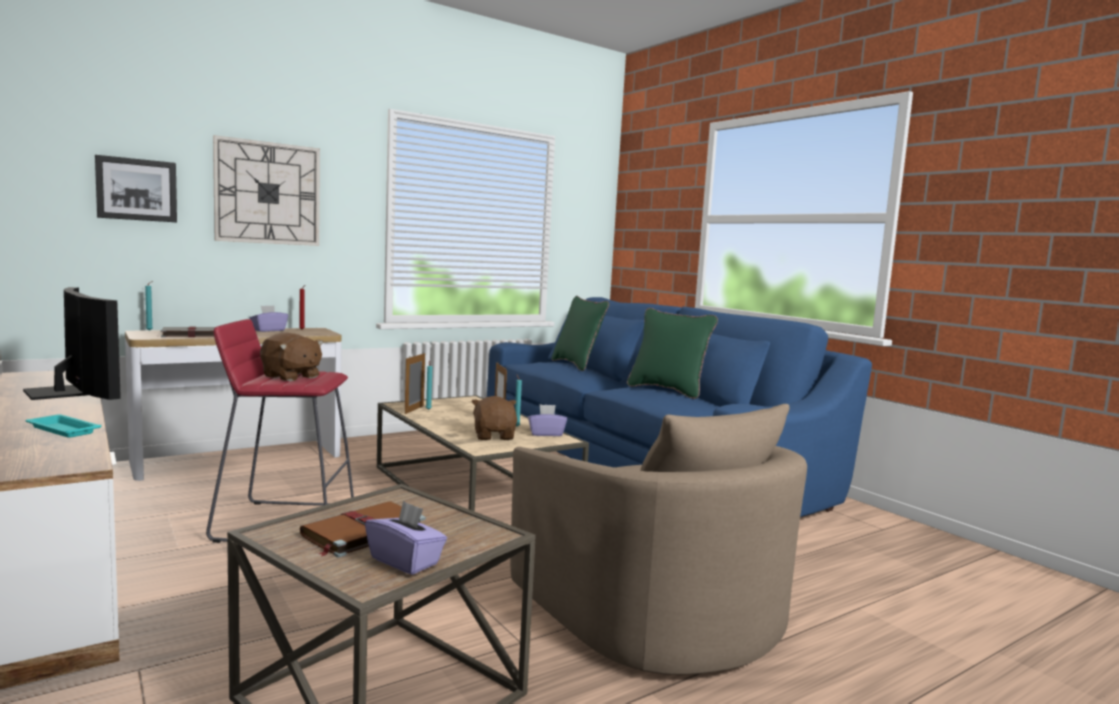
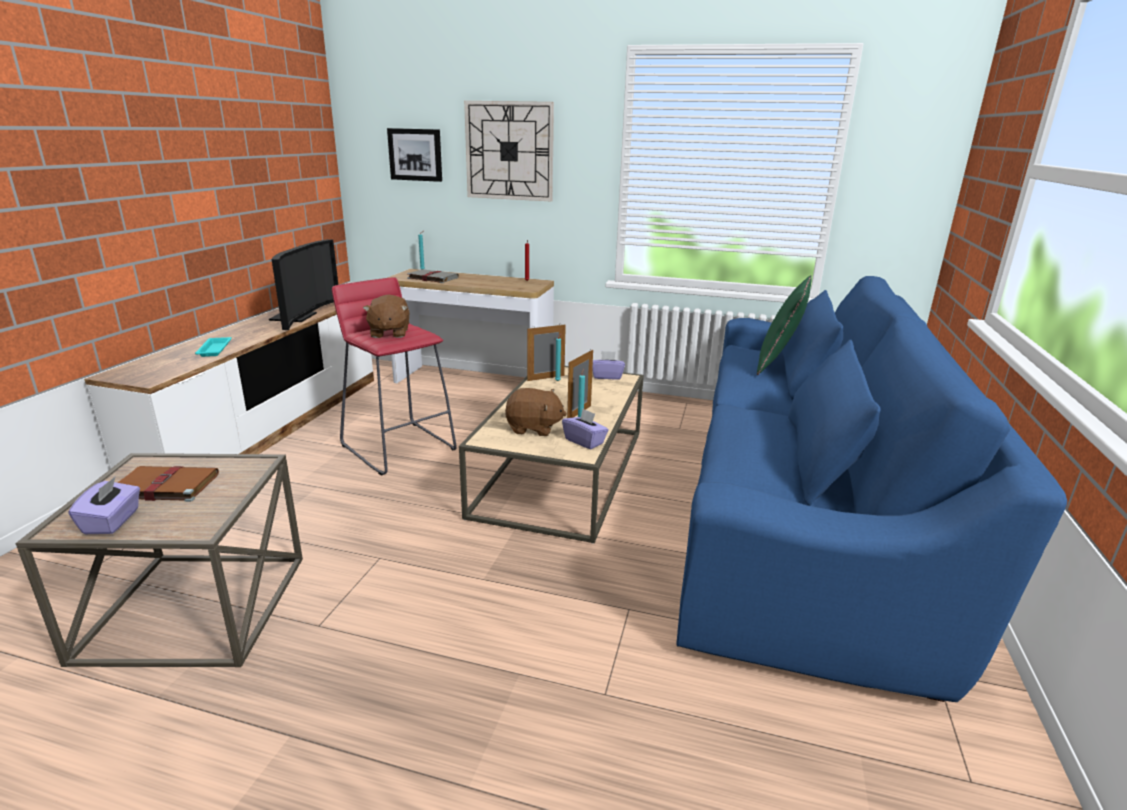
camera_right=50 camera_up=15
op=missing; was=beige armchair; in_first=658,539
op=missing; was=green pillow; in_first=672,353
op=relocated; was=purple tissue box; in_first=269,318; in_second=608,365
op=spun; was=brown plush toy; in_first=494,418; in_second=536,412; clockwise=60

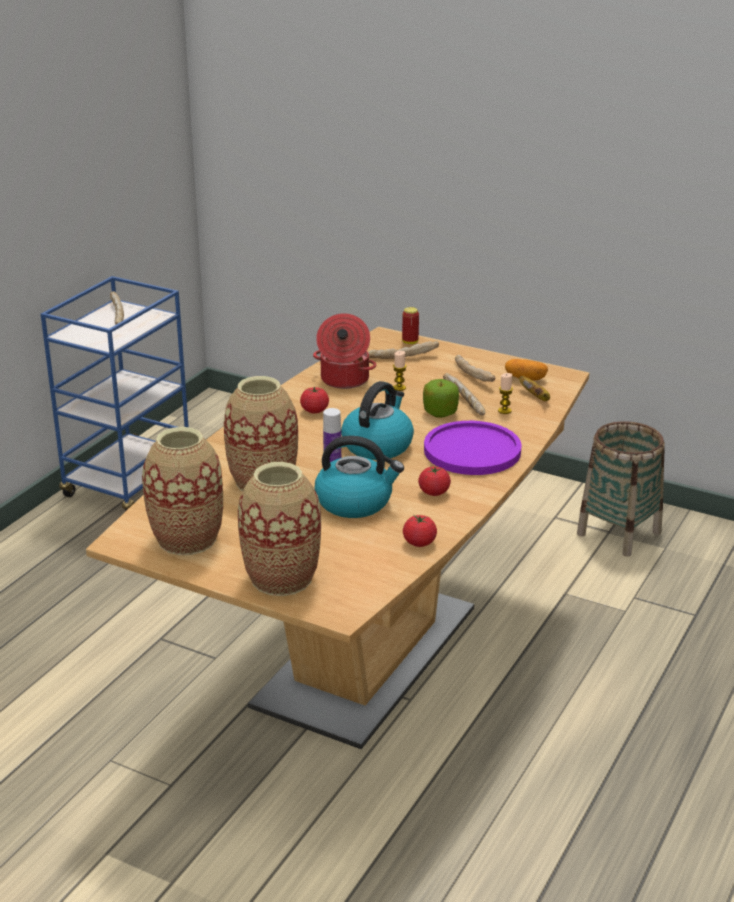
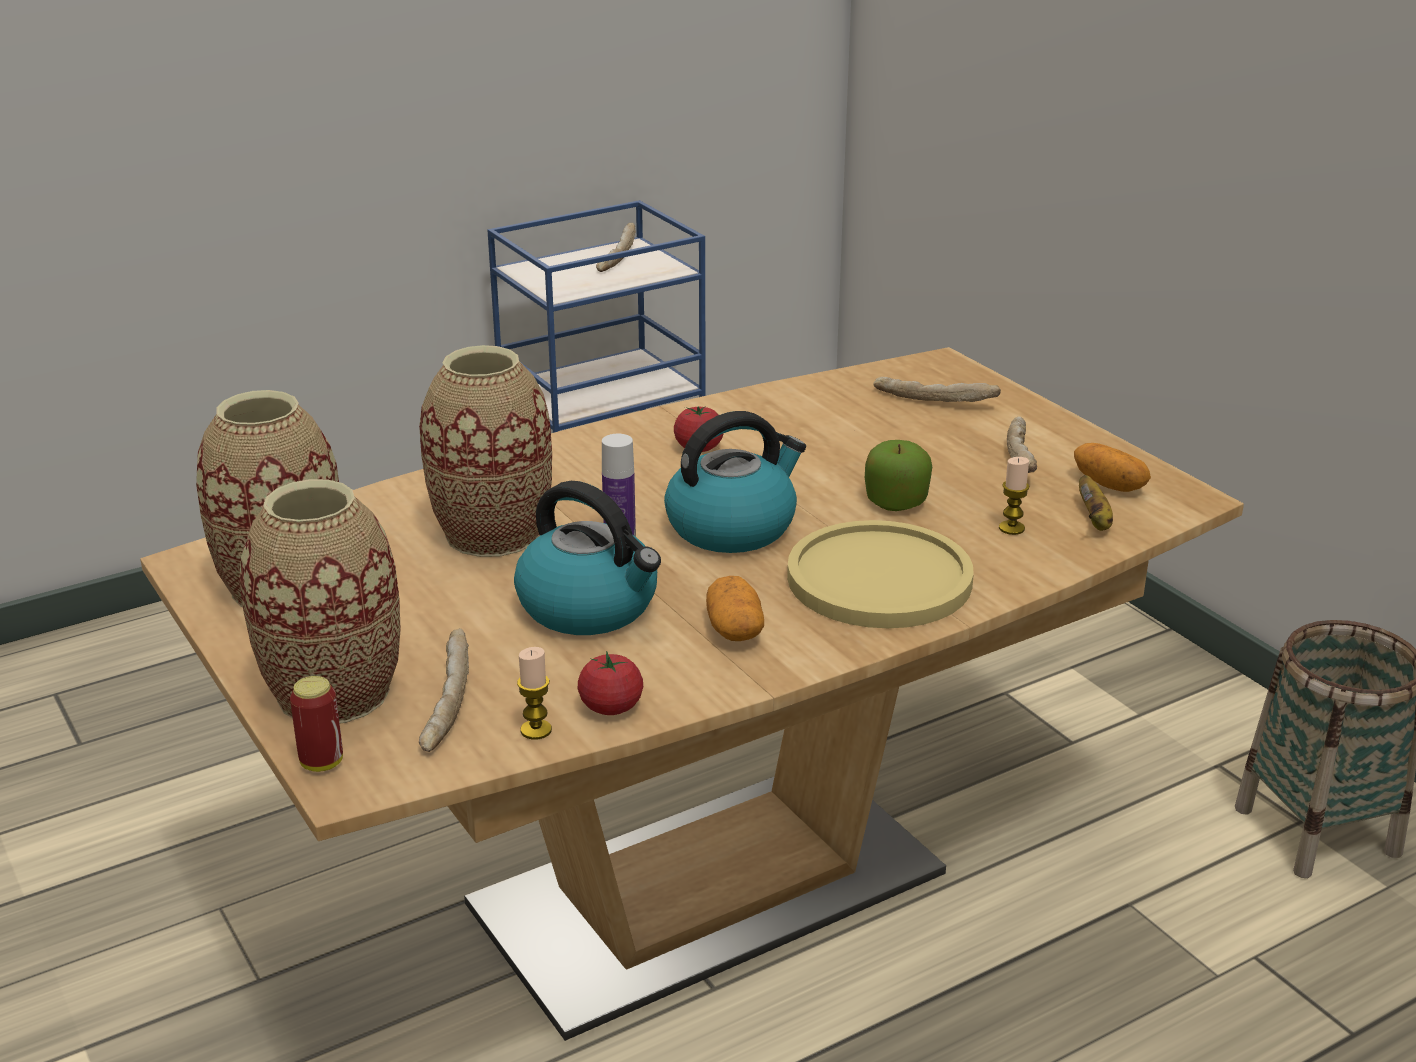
camera_right=30 camera_up=0
op=missing; was=cooking pot; in_first=344,351
op=relocated; was=candle; in_first=399,371; in_second=534,693
op=relocated; was=can; in_first=410,325; in_second=316,724
op=relocated; was=bread; in_first=464,394; in_second=444,690
op=exchanged; was=tomato; now=potato; in_first=434,480; in_second=735,608
op=colour; was=purple plate; now=yellow plate; in_first=473,448; in_second=880,574

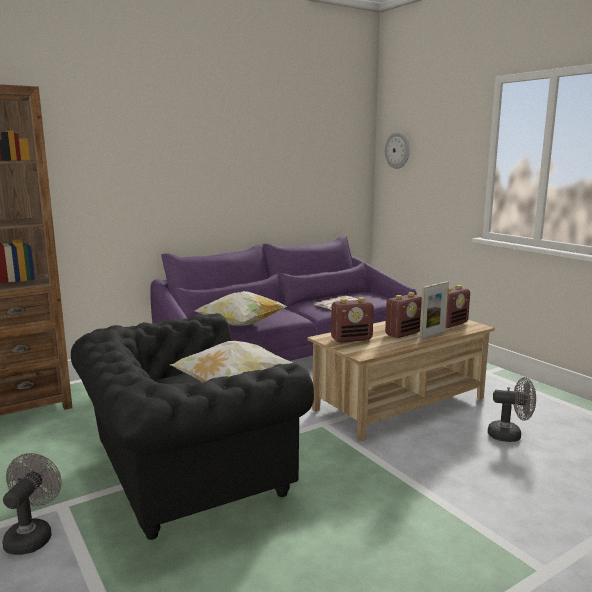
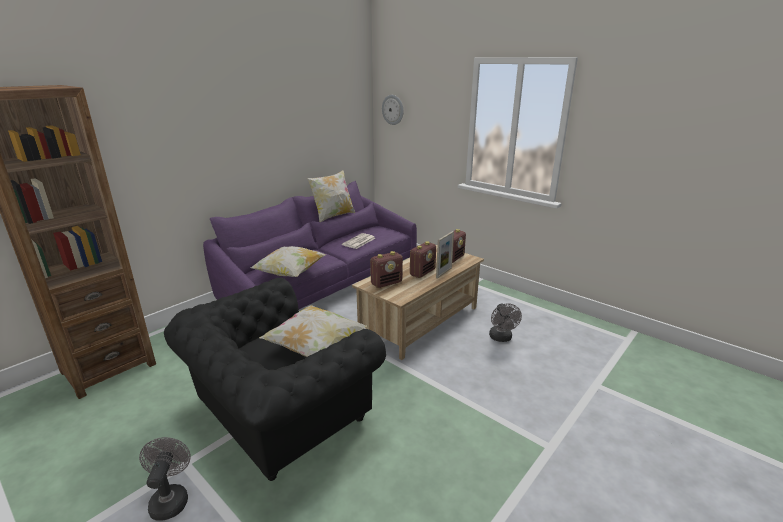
camera_right=-15 camera_up=10
op=appeared; now=pillow; in_second=331,196
op=spun; was=grey fan; in_first=512,409; in_second=505,322; clockwise=90

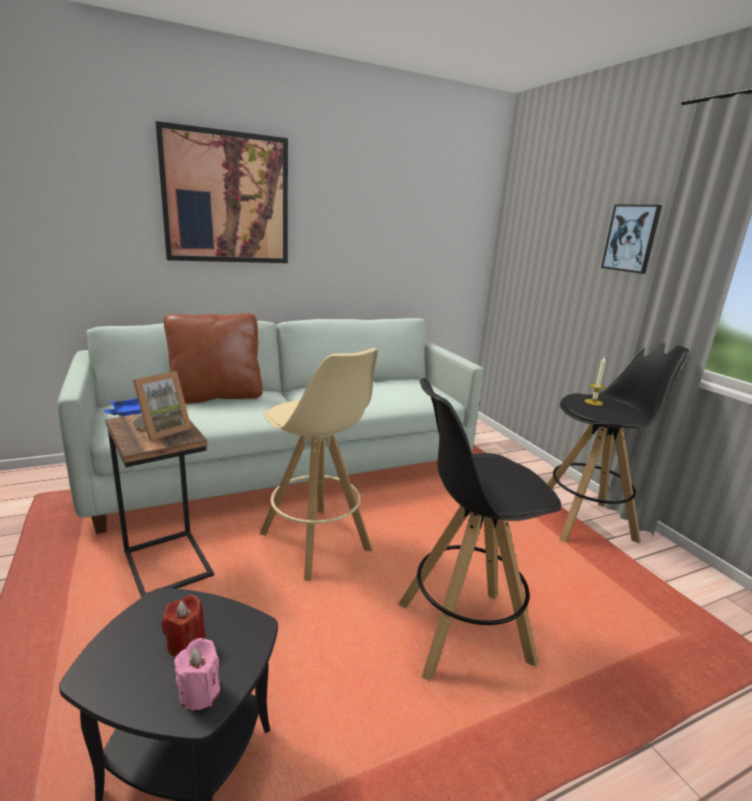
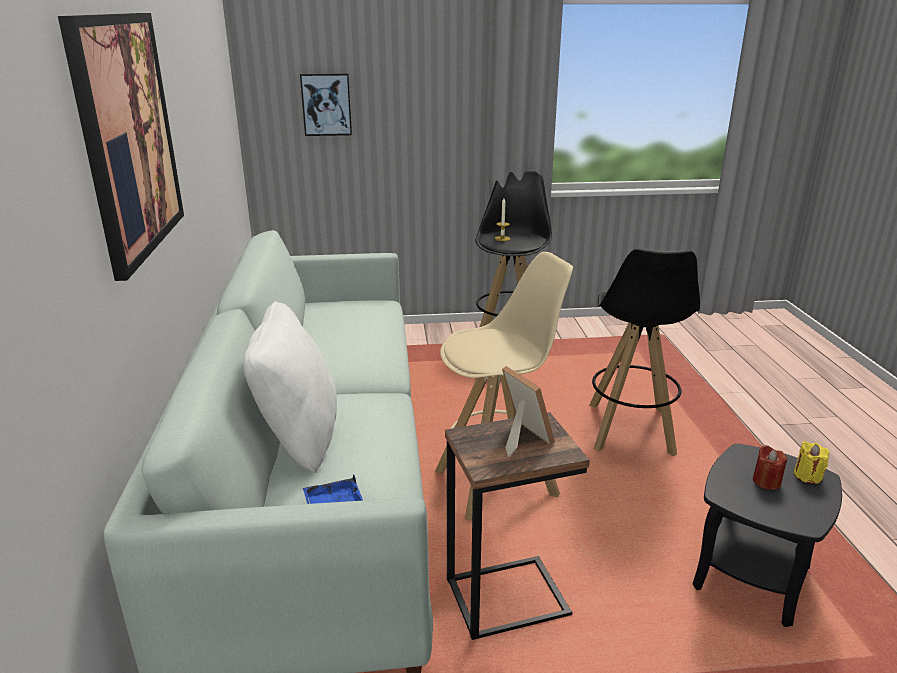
camera_right=-70 camera_up=5
op=relocated; was=picture; in_first=631,239; in_second=326,104
op=colour; was=brown pillow; now=white pillow; in_first=213,358; in_second=290,387
op=colour; was=pink candle; now=yellow candle; in_first=197,674; in_second=811,462

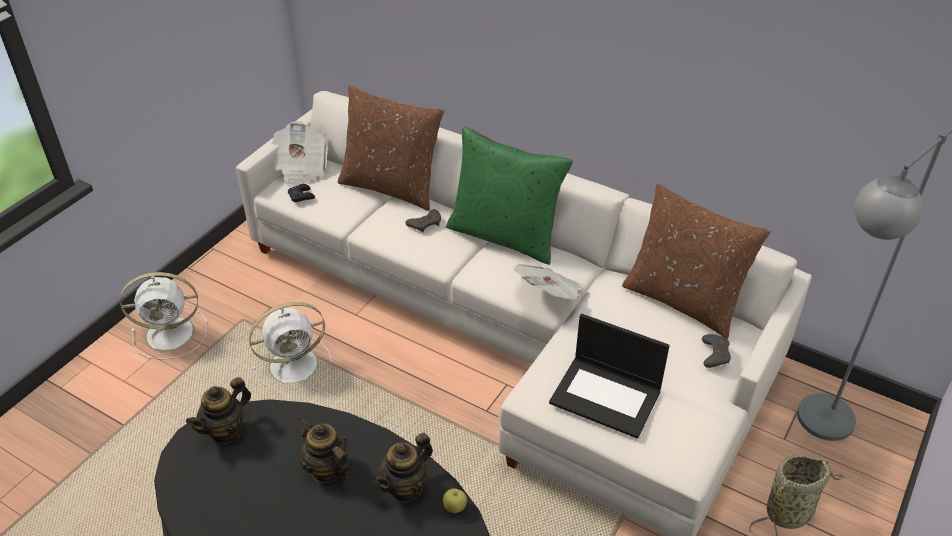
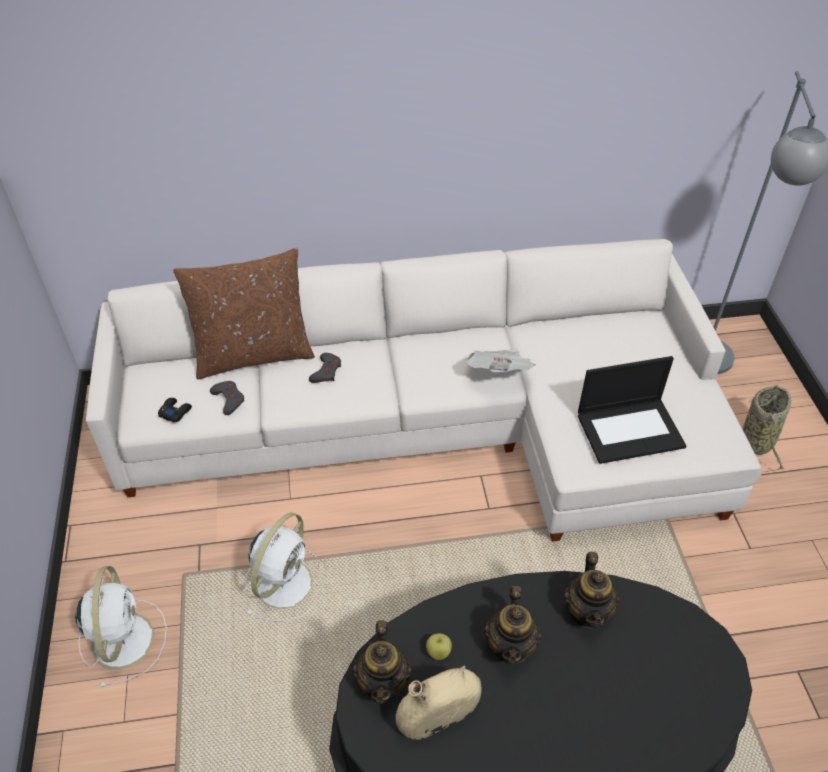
camera_right=-40 camera_up=5
op=missing; was=newspaper; in_first=299,154
op=missing; was=green pillow; in_first=509,196
op=missing; was=brown pillow; in_first=696,261
op=appeared; now=beige vase; in_second=439,702
op=relocated; was=apple; in_first=455,500; in_second=439,646
op=relocated; was=grey game controller; in_first=716,351; in_second=227,398
op=spun; was=white fan; in_first=163,316; in_second=121,626; clockwise=-45
op=spun; was=teapot; in_first=324,449; in_second=513,625; clockwise=-90

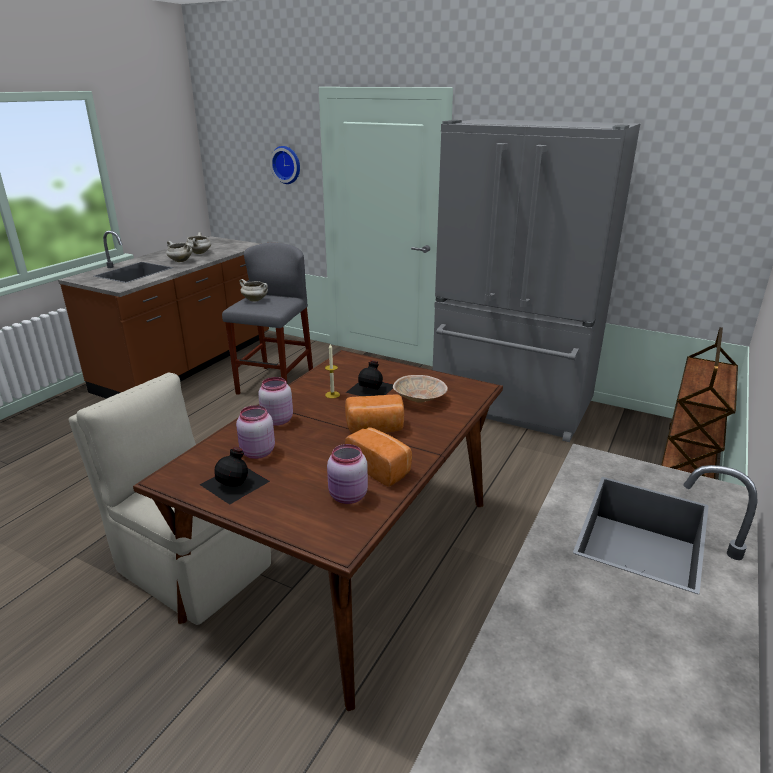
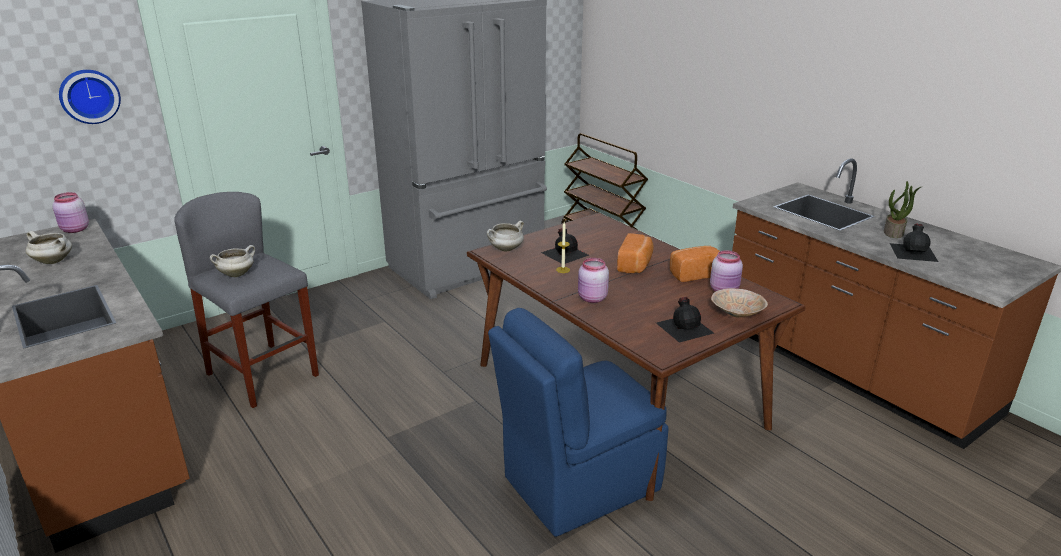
camera_right=-65 camera_up=0
op=appeared; now=potted plant; in_second=902,209
op=appeared; now=black bottle; in_second=914,243
op=relocated; was=white cooking pot; in_first=179,251; in_second=505,236
op=relocated; was=pink jar; in_first=255,432; in_second=70,212
op=relocated; was=beige bowl; in_first=420,389; in_second=739,302
op=colour; was=beige chair; now=blue chair; in_first=170,499; in_second=578,422

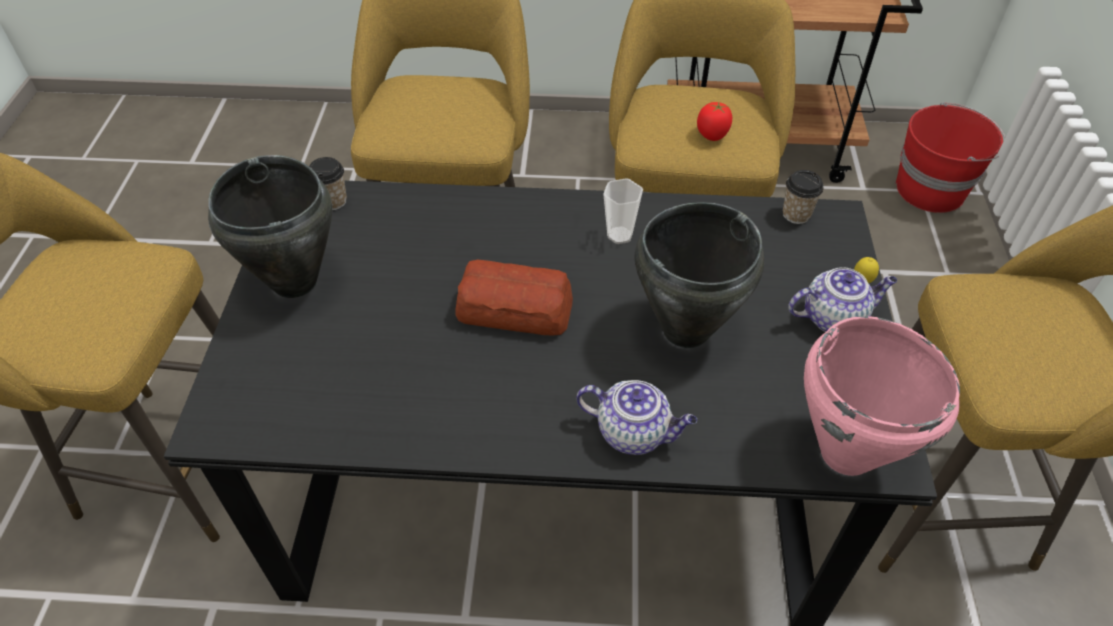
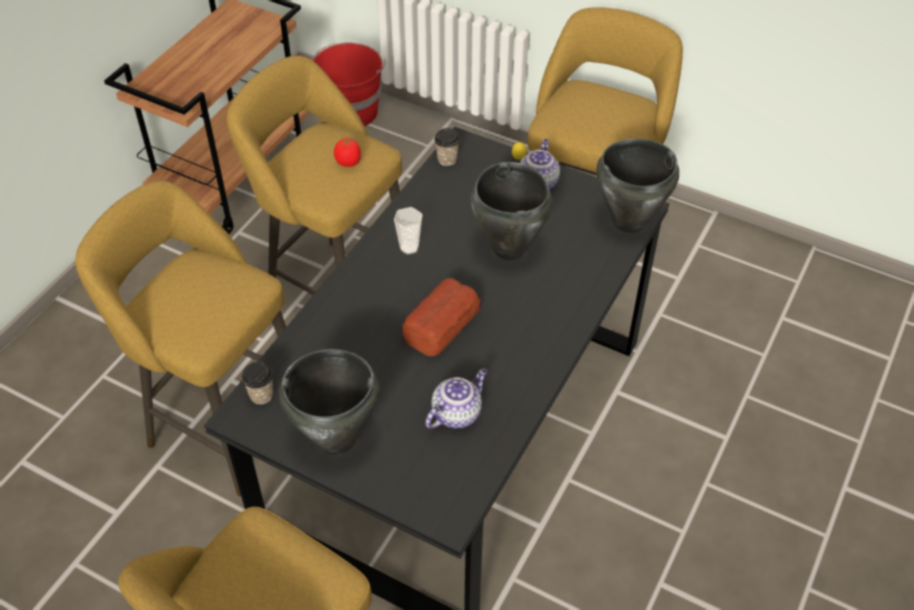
camera_right=-65 camera_up=0
op=relocated; was=teapot; in_first=637,417; in_second=456,398
op=colour; was=pink cooking pot; now=black cooking pot; in_first=882,396; in_second=637,186

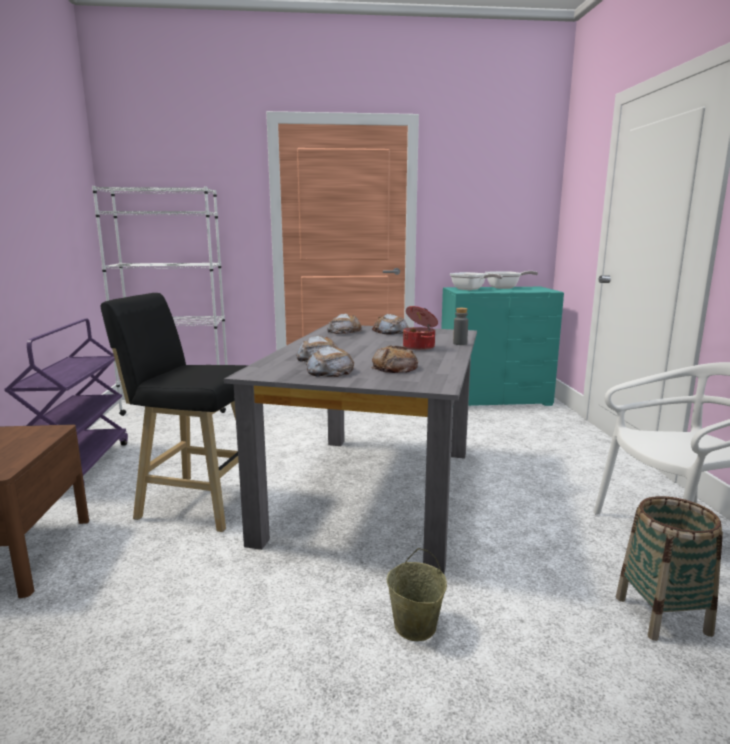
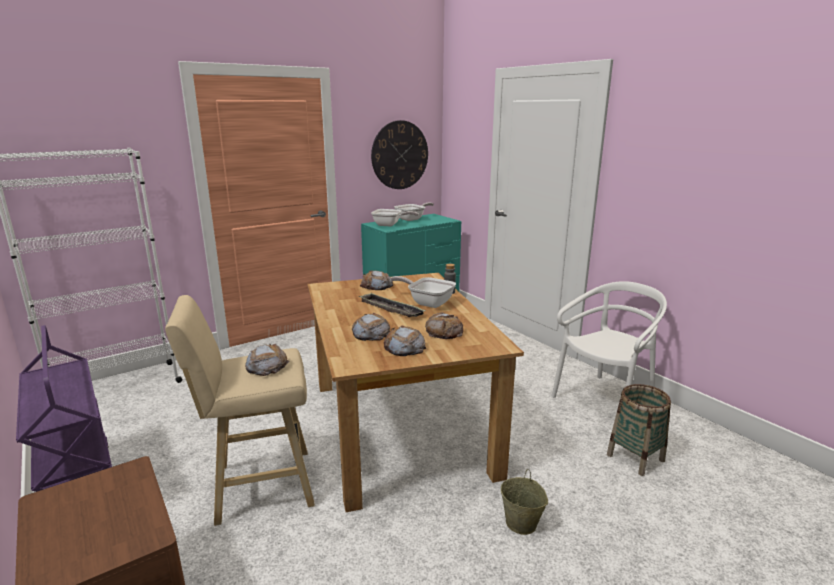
camera_right=-30 camera_up=5
op=appeared; now=tray; in_second=392,305
op=appeared; now=wall clock; in_second=399,154
op=relocated; was=bread; in_first=344,323; in_second=267,360
op=exchanged; was=cooking pot; now=frying pan; in_first=420,328; in_second=423,292
op=colour; was=black stool; now=beige stool; in_first=174,412; in_second=240,410
op=colour; was=grey dining table; now=brown dining table; in_first=350,449; in_second=415,392

